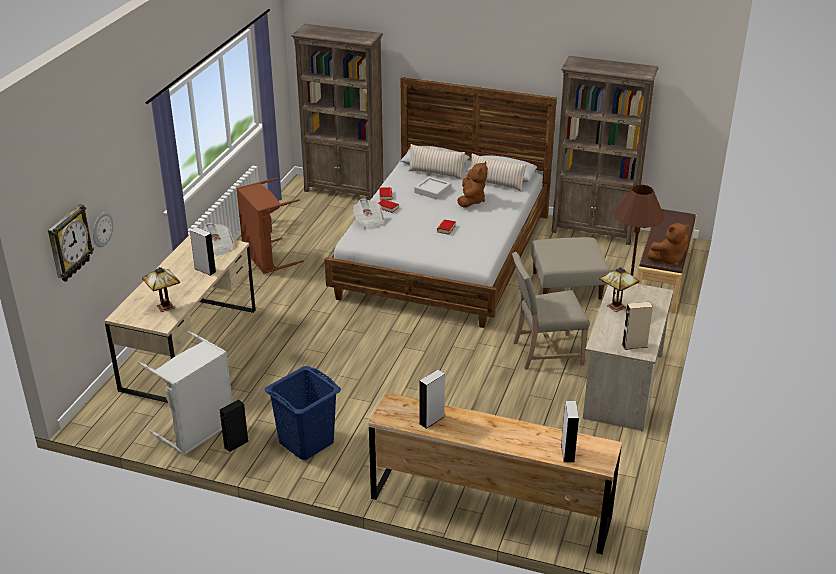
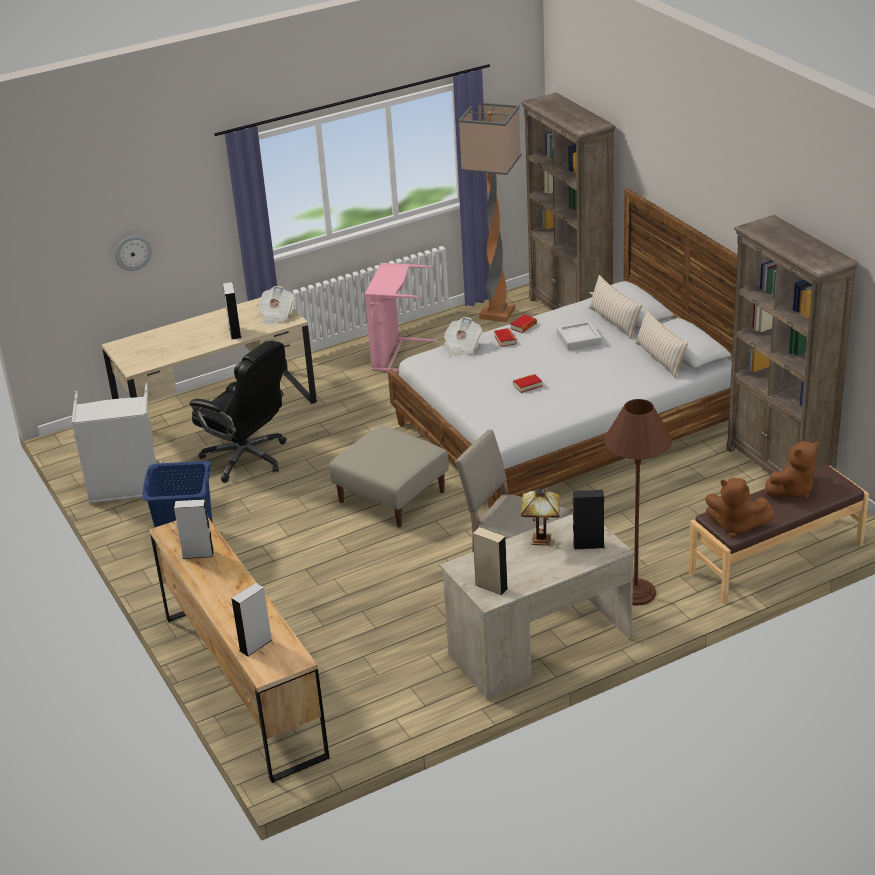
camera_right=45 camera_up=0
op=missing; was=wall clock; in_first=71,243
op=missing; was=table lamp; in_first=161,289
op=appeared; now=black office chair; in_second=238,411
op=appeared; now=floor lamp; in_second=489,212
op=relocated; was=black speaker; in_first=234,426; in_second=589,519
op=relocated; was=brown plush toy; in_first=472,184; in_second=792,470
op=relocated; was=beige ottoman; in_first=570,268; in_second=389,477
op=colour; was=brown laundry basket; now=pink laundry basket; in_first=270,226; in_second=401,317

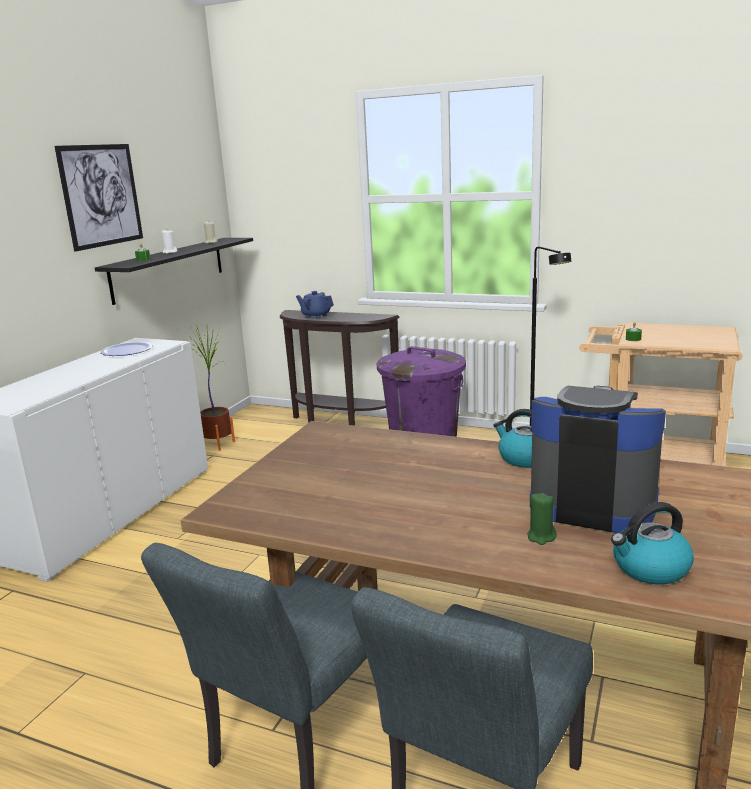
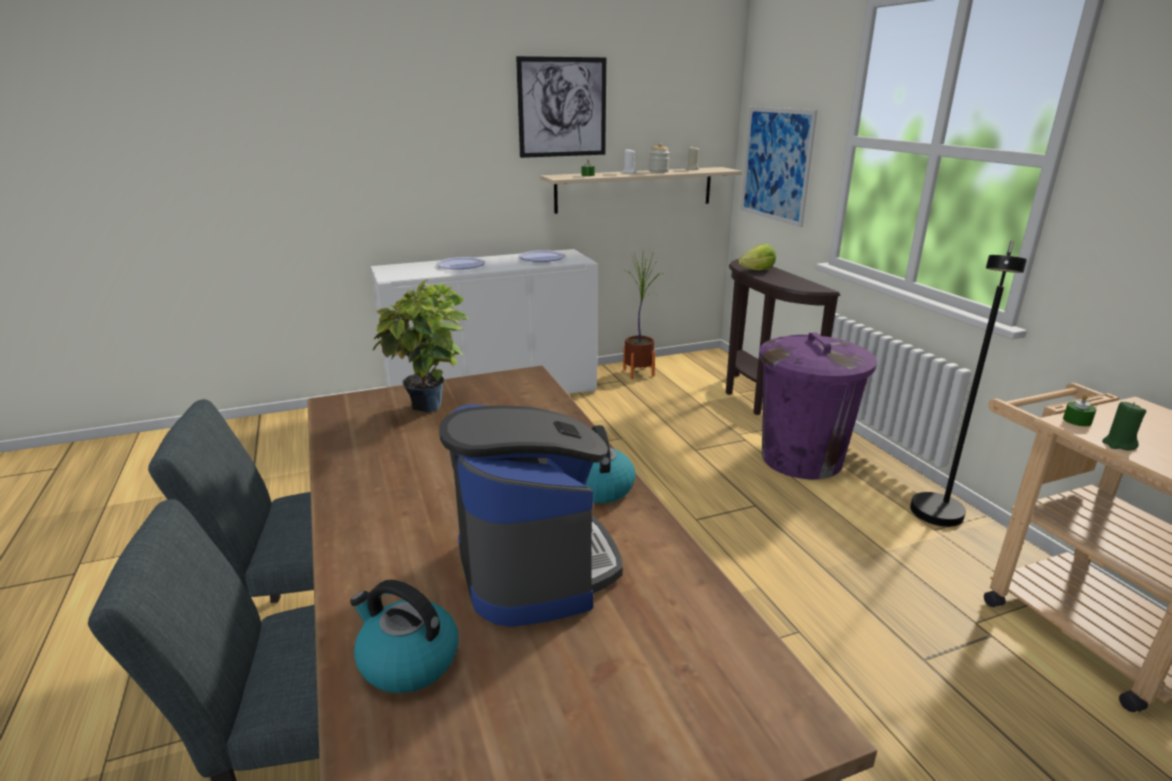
camera_right=45 camera_up=5
op=appeared; now=potted plant; in_second=421,346
op=appeared; now=plate; in_second=460,263
op=appeared; now=jar; in_second=659,158
op=appeared; now=picture; in_second=779,167
op=relocated; was=green candle; in_first=542,519; in_second=1124,426
op=exchanged; was=blue teapot; now=lettuce; in_first=315,305; in_second=757,257
op=colour; was=black shelf; now=beige shelf; in_first=174,271; in_second=641,190

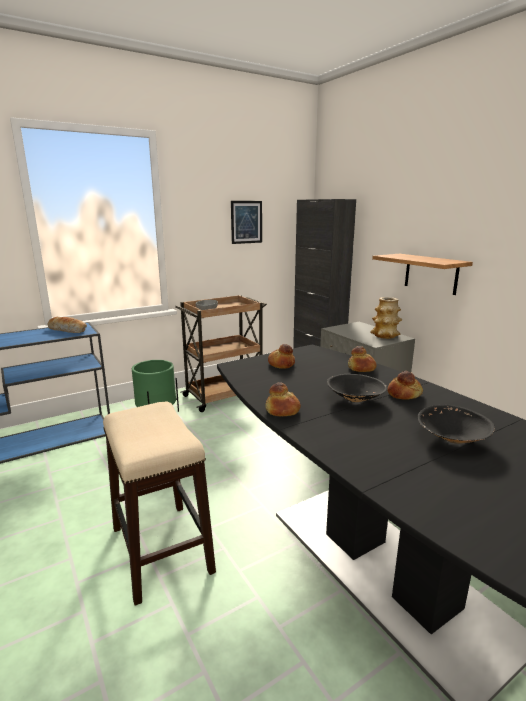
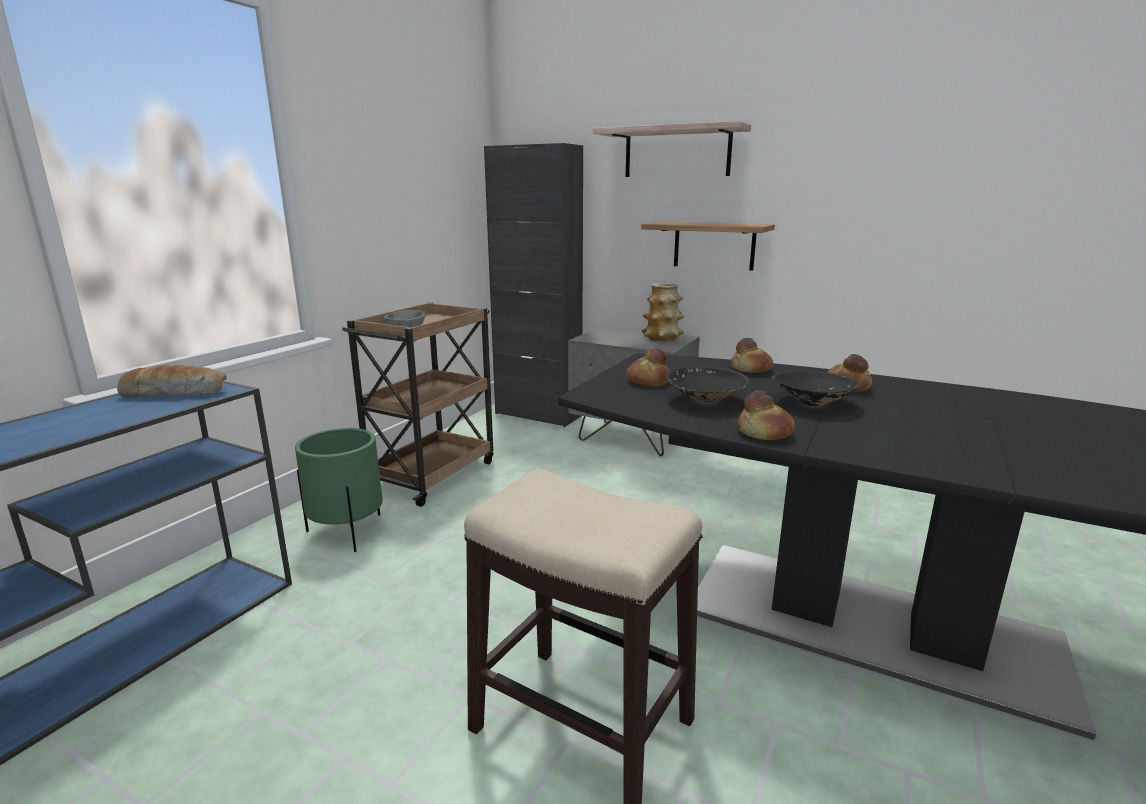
camera_right=-30 camera_up=0
op=missing; was=picture; in_first=246,222
op=appeared; now=shelf; in_second=672,149
op=relocated; was=black bowl; in_first=456,424; in_second=707,384

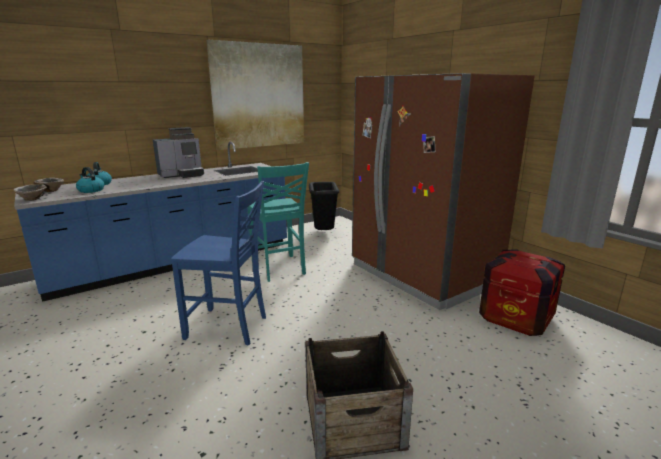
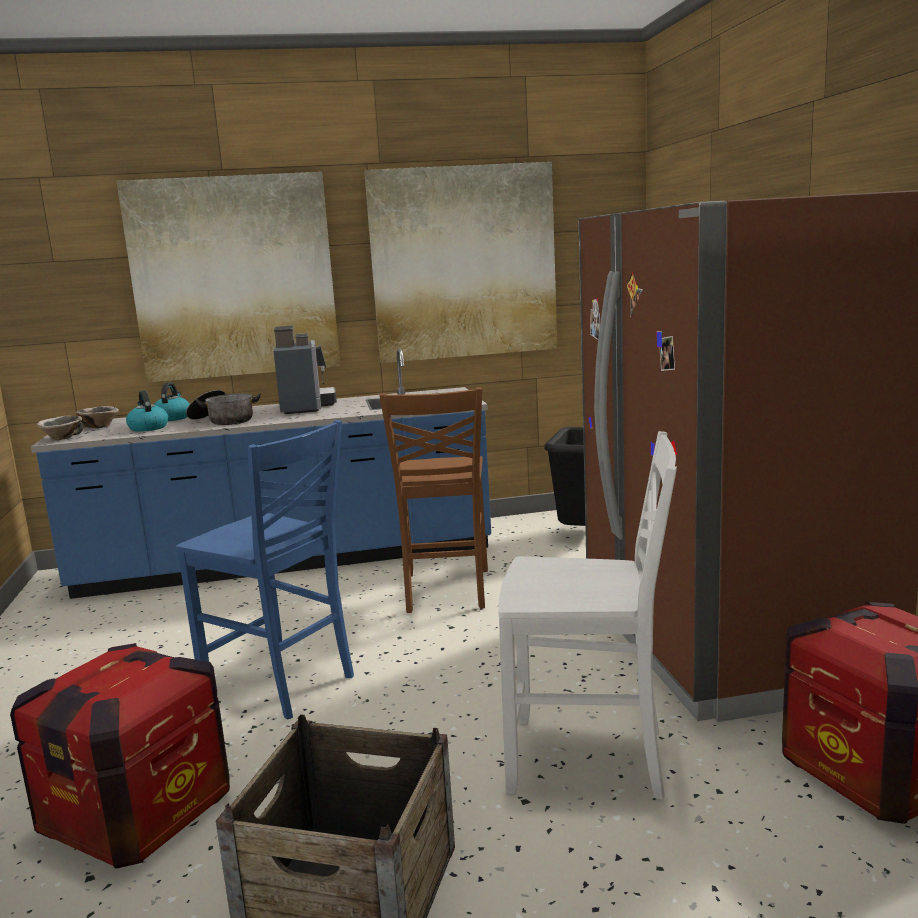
camera_right=25 camera_up=-5
op=appeared; now=crate; in_second=120,755
op=appeared; now=picture; in_second=228,277
op=appeared; now=cooking pot; in_second=223,407
op=appeared; now=white chair; in_second=587,615
op=colour; was=turquoise chair; now=brown chair; in_first=278,222; in_second=434,500
op=spun; was=coffee machine; in_first=178,152; in_second=305,370; clockwise=-90

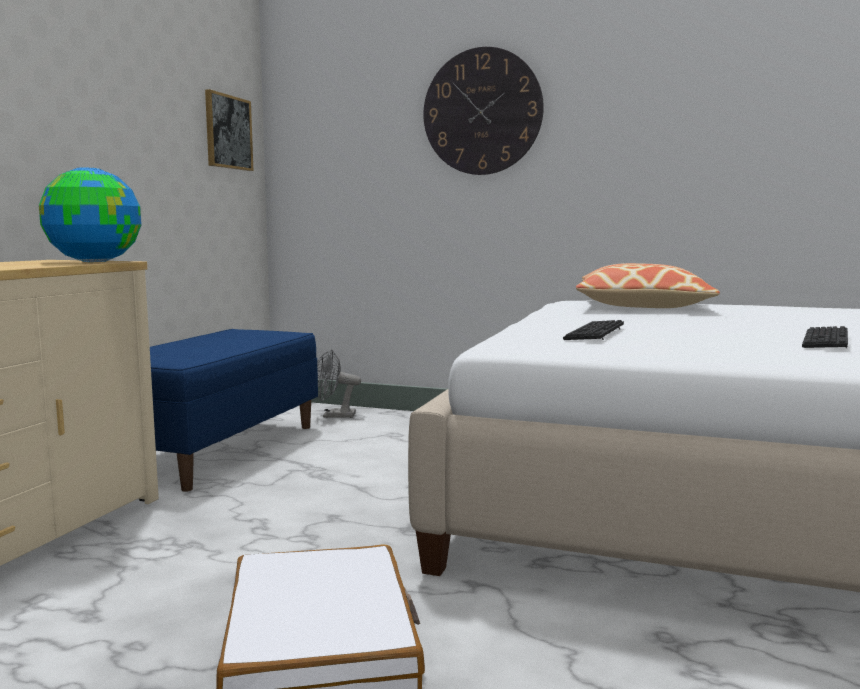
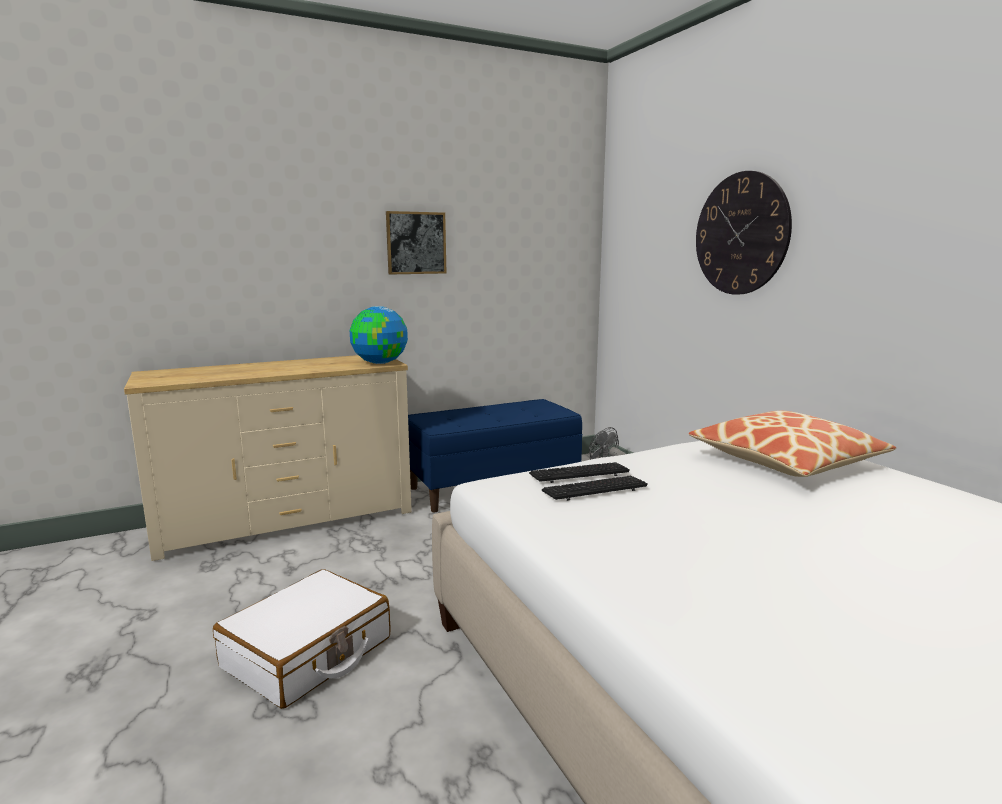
camera_right=45 camera_up=5
op=relocated; was=picture; in_first=229,130; in_second=416,242
op=relocated; was=keyboard; in_first=825,337; in_second=579,472

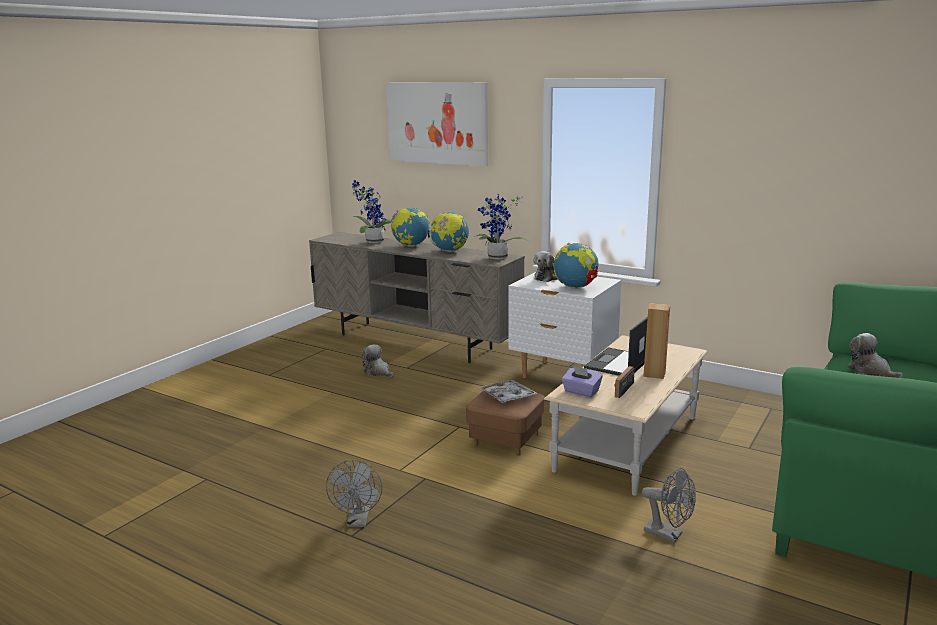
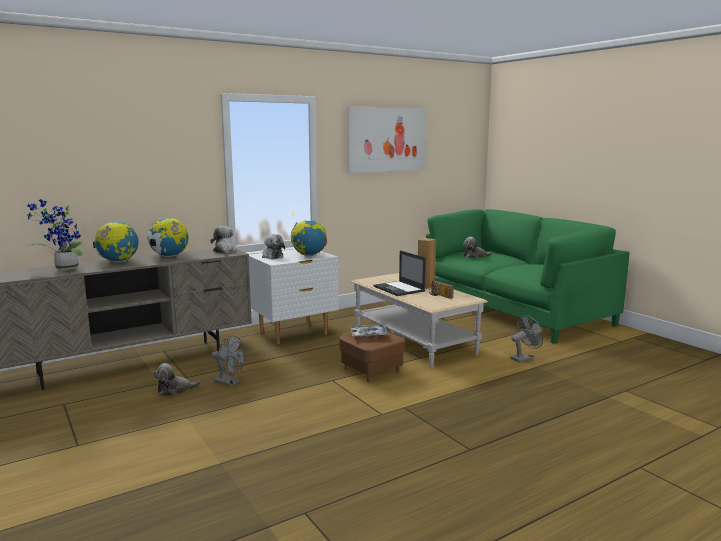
camera_right=-65 camera_up=-5
op=missing; was=purple tissue box; in_first=582,381
op=relocated; was=grey fan; in_first=354,493; in_second=228,360
op=relocated; was=picture; in_first=437,124; in_second=386,139
op=exchanged; was=potted plant; now=plush toy; in_first=502,227; in_second=224,240

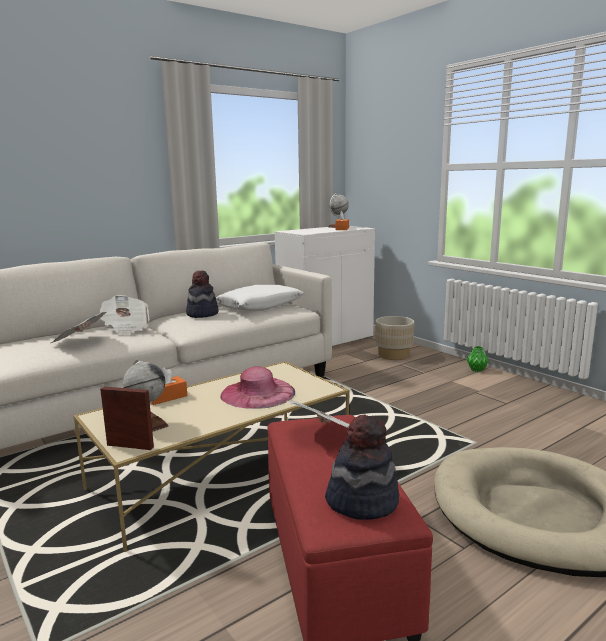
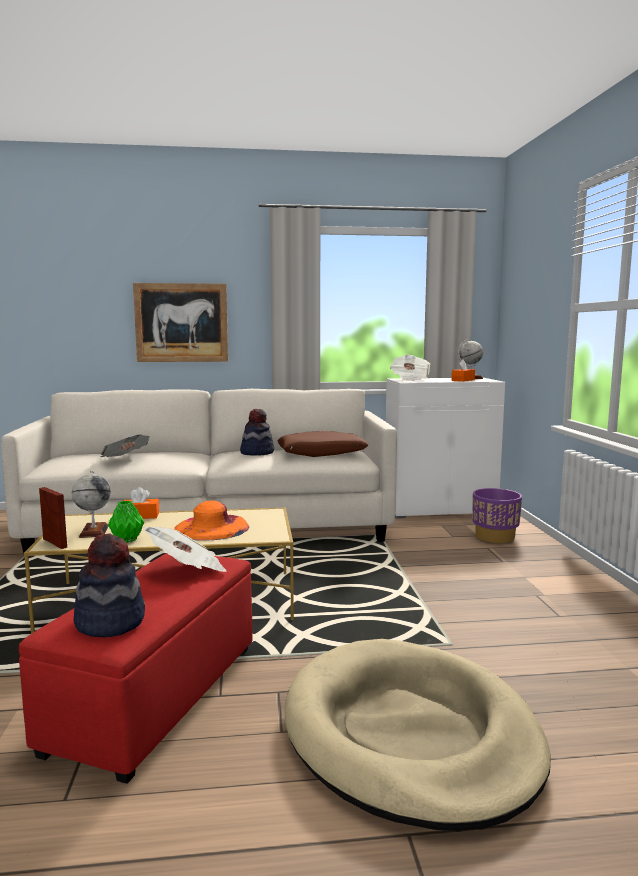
camera_right=30 camera_up=-5
op=appeared; now=picture; in_second=180,322
op=relocated; was=newspaper; in_first=124,315; in_second=410,368
op=relocated; was=green vase; in_first=478,359; in_second=126,522
op=colour; was=white pillow; now=brown pillow; in_first=260,298; in_second=323,444
op=colour; was=pink hat; now=orange hat; in_first=257,387; in_second=211,521
op=colour; was=beige planter; now=purple planter; in_first=394,338; in_second=497,515

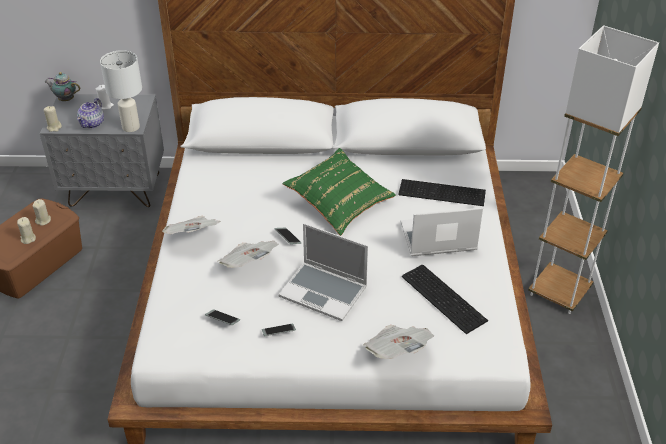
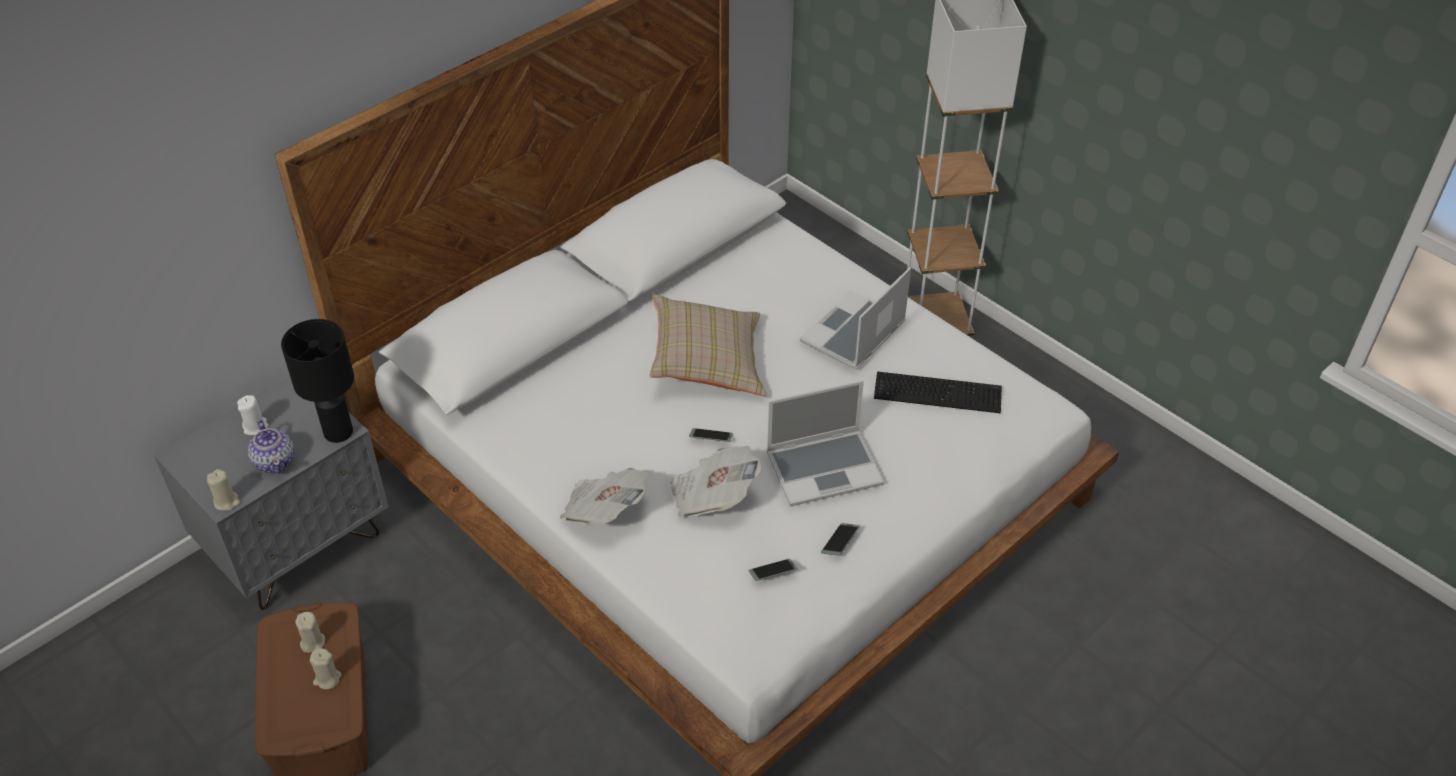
camera_right=-45 camera_up=5
op=missing; was=teapot; in_first=62,86
op=missing; was=newspaper; in_first=398,342
op=missing; was=keyboard; in_first=442,192
op=colour; was=white table lamp; now=black table lamp; in_first=121,91; in_second=317,381
op=colour; was=green pillow; now=beige pillow; in_first=339,192; in_second=708,345

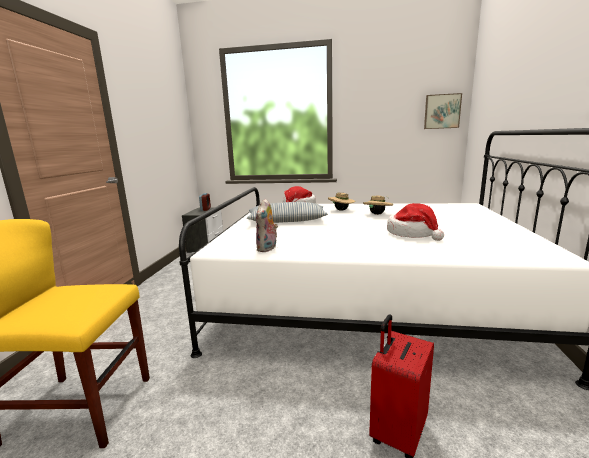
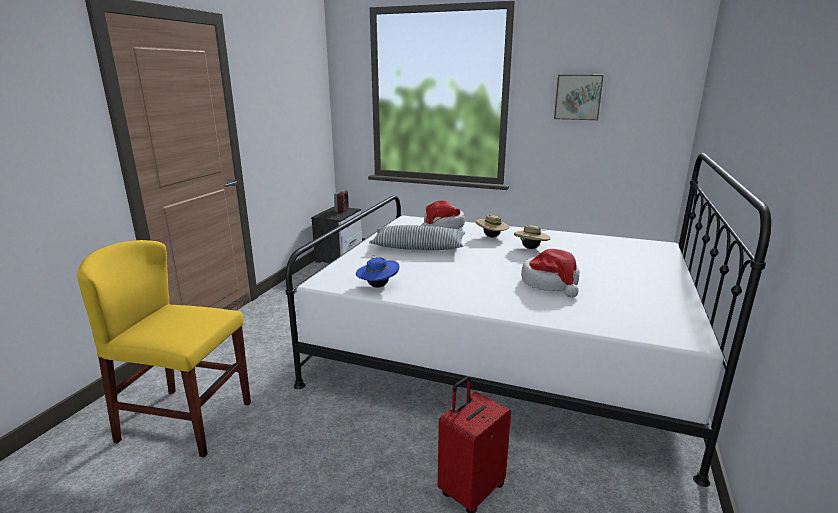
camera_right=10 camera_up=5
op=relocated; was=picture; in_first=443,111; in_second=579,97
op=exchanged; was=plush toy; now=blue hat; in_first=267,225; in_second=377,271

